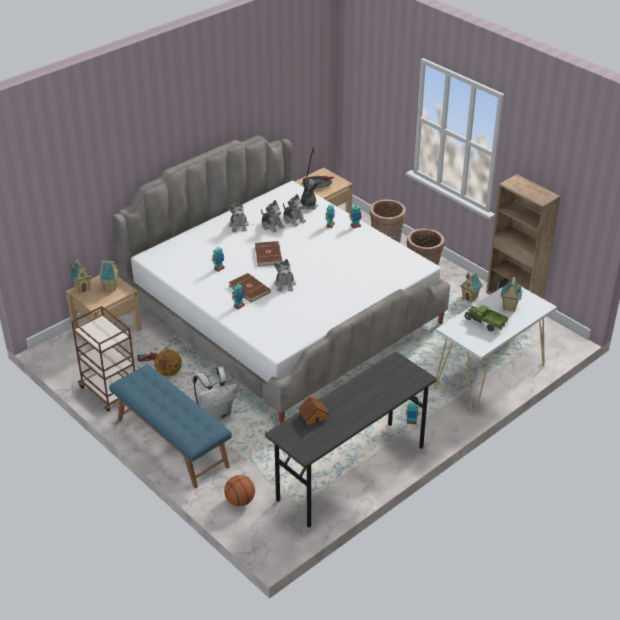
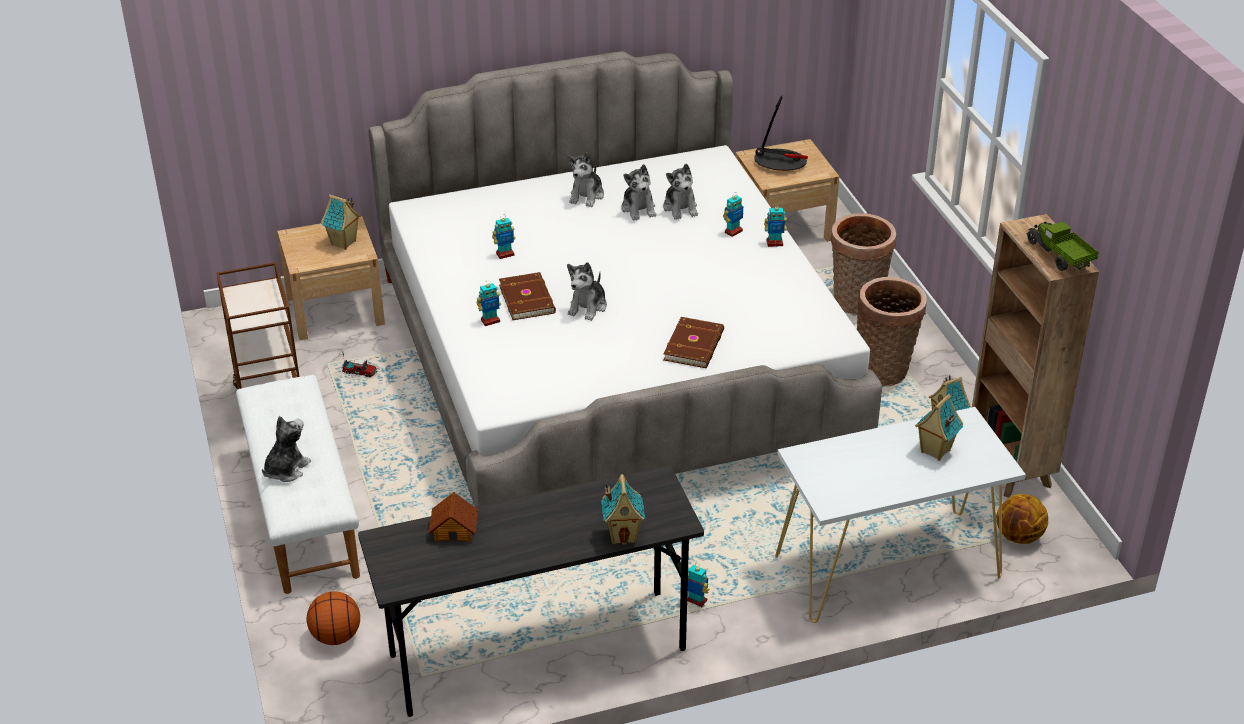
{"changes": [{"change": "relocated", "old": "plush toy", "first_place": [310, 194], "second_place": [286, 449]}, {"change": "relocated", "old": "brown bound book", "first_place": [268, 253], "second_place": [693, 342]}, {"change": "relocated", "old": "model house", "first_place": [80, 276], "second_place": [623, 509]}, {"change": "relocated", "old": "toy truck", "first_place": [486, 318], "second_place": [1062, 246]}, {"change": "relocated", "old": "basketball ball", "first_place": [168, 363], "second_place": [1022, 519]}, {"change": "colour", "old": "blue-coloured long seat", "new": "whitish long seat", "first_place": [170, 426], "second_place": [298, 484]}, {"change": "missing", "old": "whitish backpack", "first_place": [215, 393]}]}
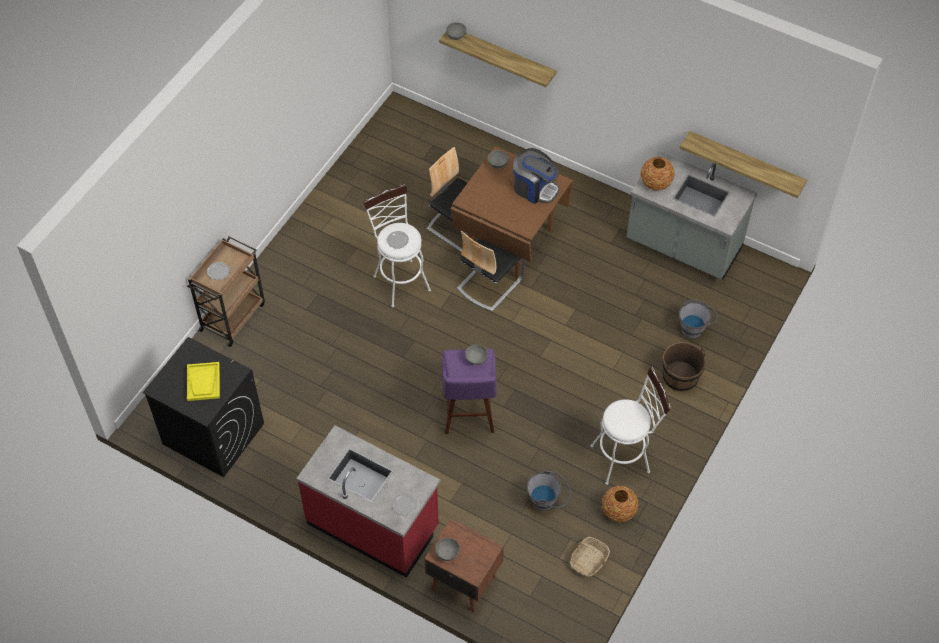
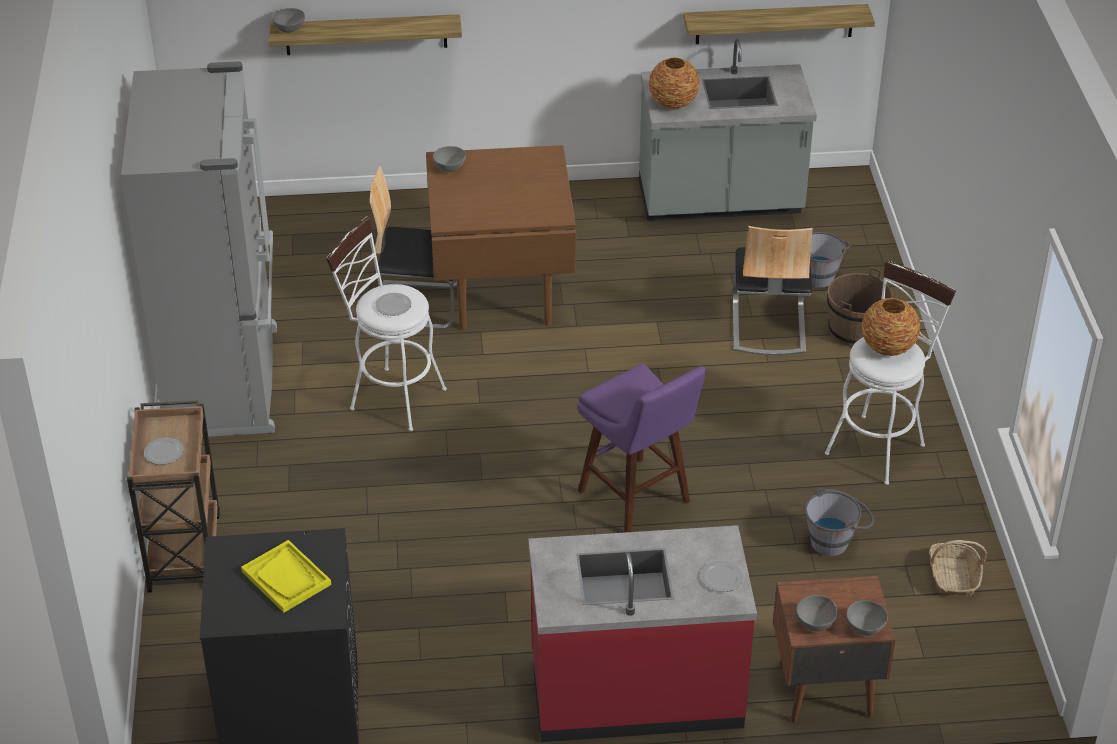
{"changes": [{"change": "missing", "old": "coffee brewer", "first_place": [536, 176]}, {"change": "relocated", "old": "plain chair", "first_place": [491, 271], "second_place": [773, 291]}, {"change": "relocated", "old": "grey serving bowl", "first_place": [476, 354], "second_place": [867, 618]}, {"change": "relocated", "old": "flower vase", "first_place": [620, 504], "second_place": [891, 327]}, {"change": "appeared", "new": "grey kitchen fridge", "second_place": [199, 249]}]}
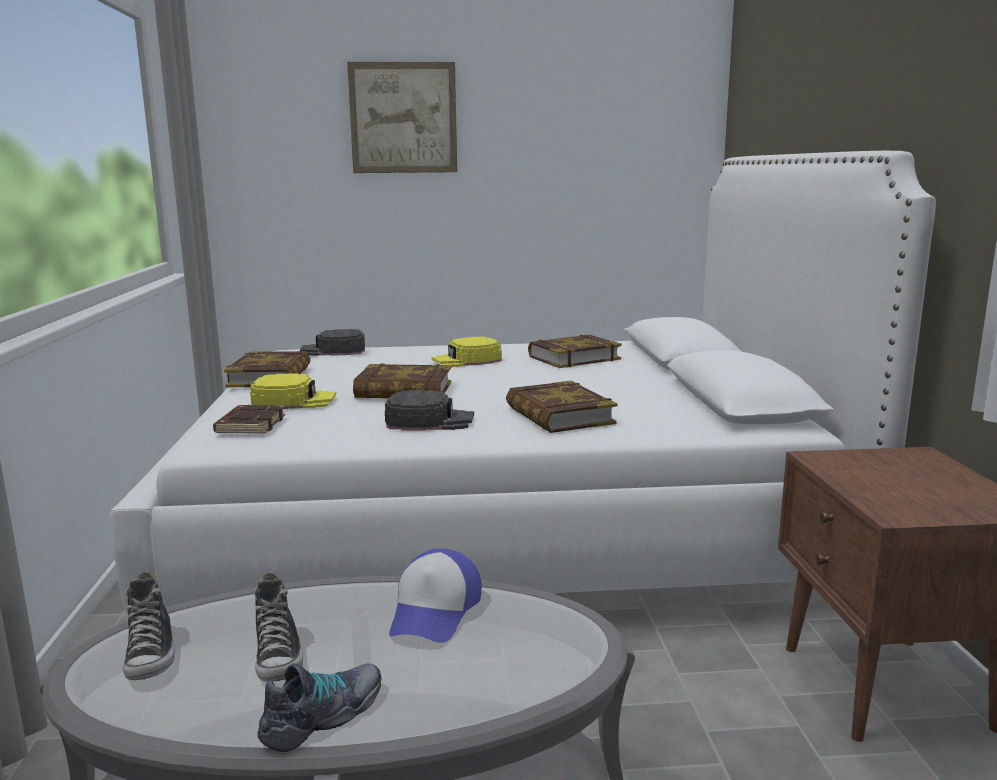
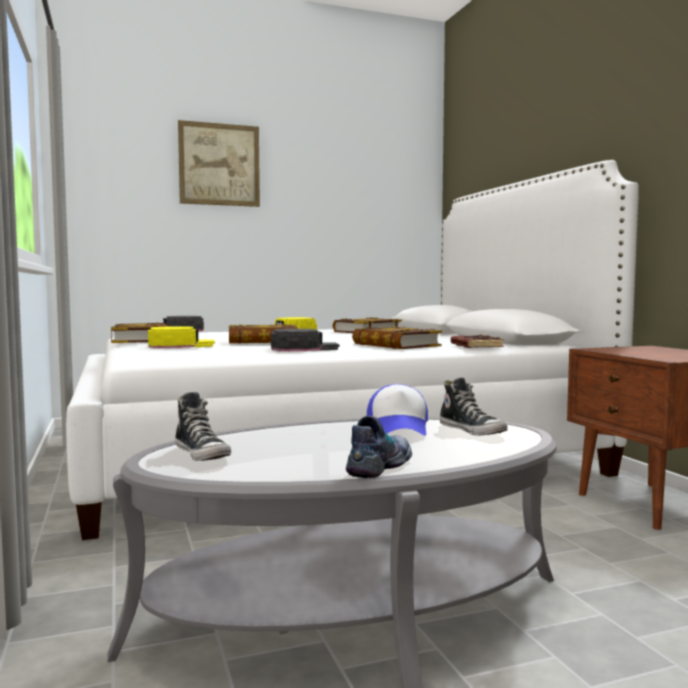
{"changes": [{"change": "relocated", "old": "brown bound book", "first_place": [249, 419], "second_place": [477, 341]}, {"change": "relocated", "old": "shoe", "first_place": [278, 627], "second_place": [474, 406]}]}
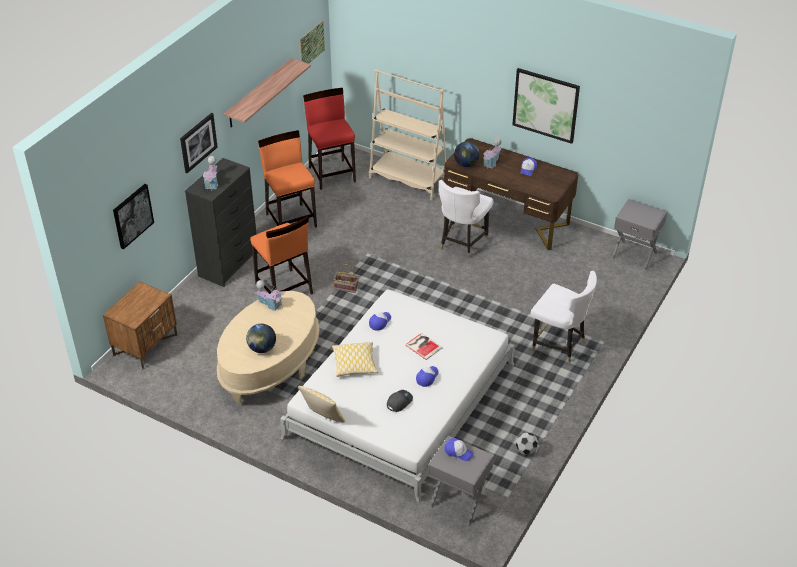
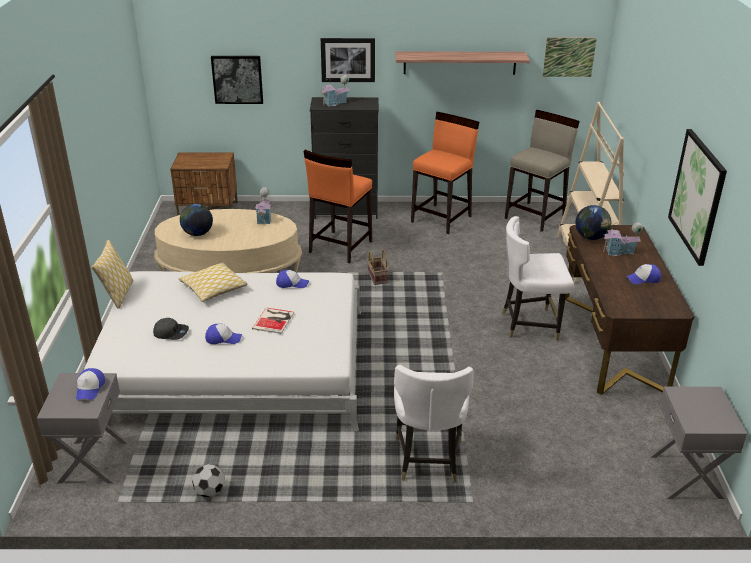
{"changes": [{"change": "colour", "old": "reddish sitting stool", "new": "sand-coloured sitting stool", "first_place": [329, 139], "second_place": [542, 171]}]}
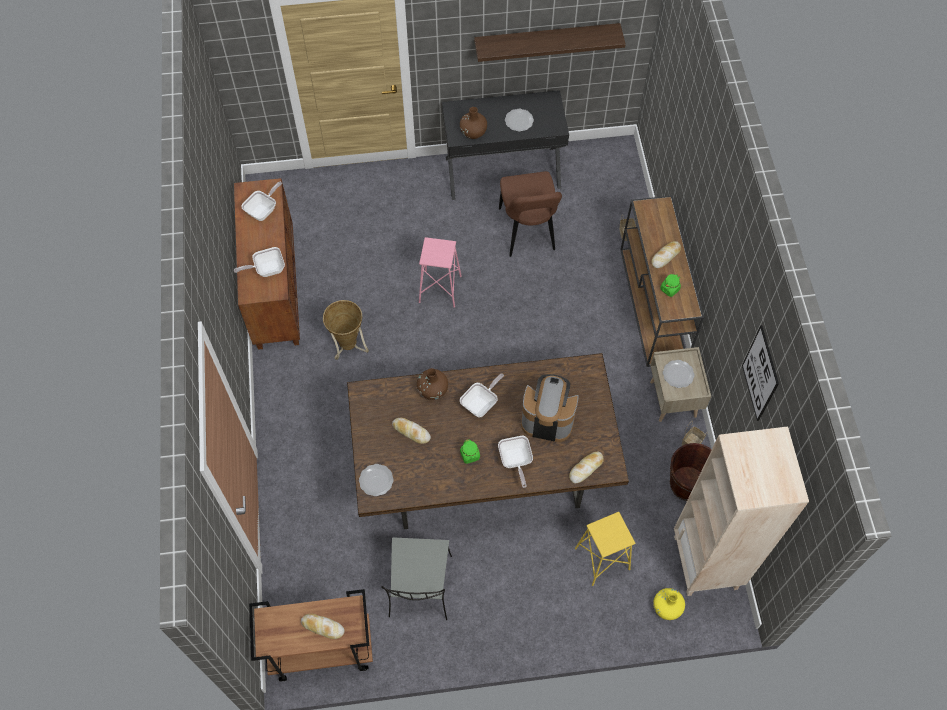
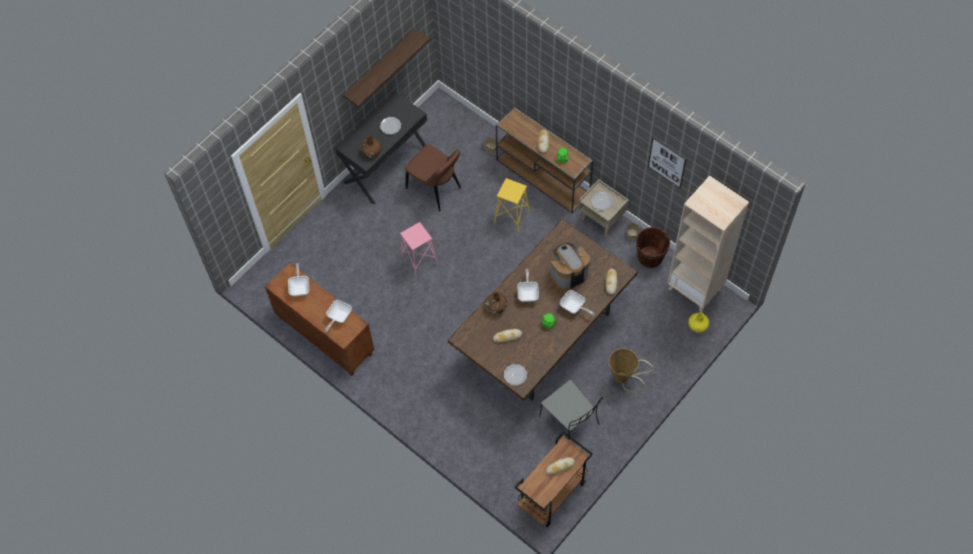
{"changes": [{"change": "relocated", "old": "storage basket", "first_place": [346, 330], "second_place": [631, 369]}, {"change": "relocated", "old": "yellow-coloured sitting stool", "first_place": [605, 549], "second_place": [512, 205]}]}
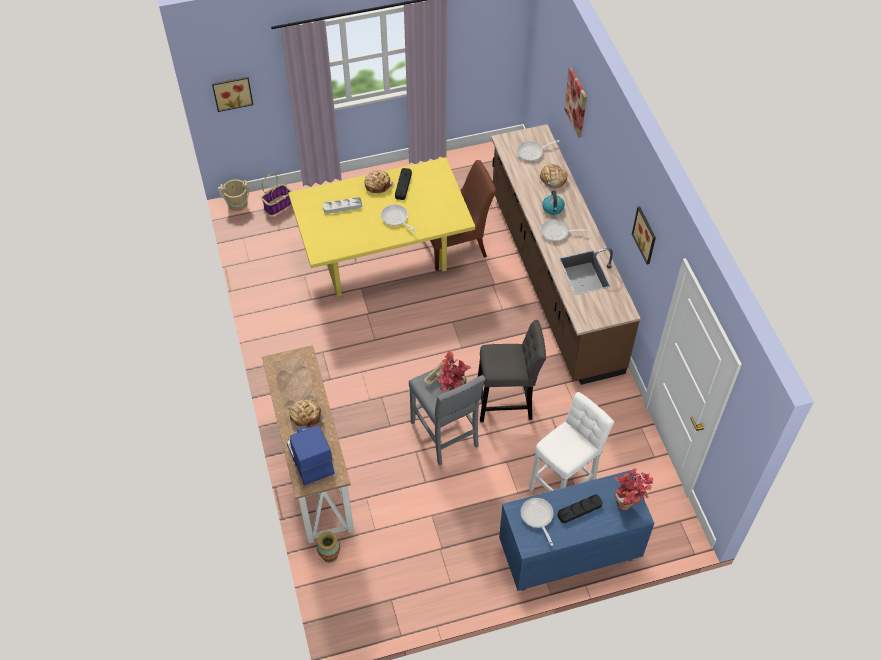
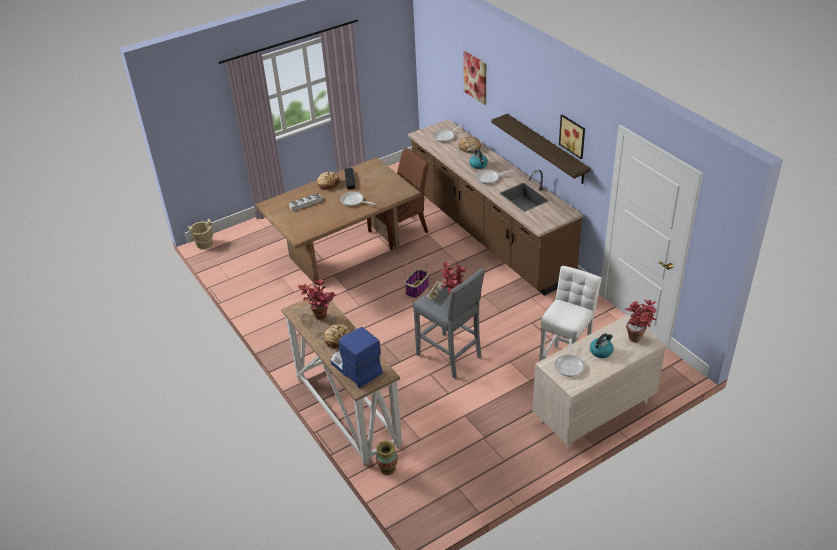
{"changes": [{"change": "missing", "old": "wall art", "first_place": [232, 94]}, {"change": "colour", "old": "yellow-coloured dining table", "new": "brown dining table", "first_place": [381, 227], "second_place": [338, 221]}, {"change": "relocated", "old": "storage basket", "first_place": [276, 194], "second_place": [416, 278]}, {"change": "missing", "old": "grey sitting stool", "first_place": [512, 371]}, {"change": "colour", "old": "blue-coloured drawer chest", "new": "sand-coloured drawer chest", "first_place": [577, 530], "second_place": [599, 382]}, {"change": "exchanged", "old": "black serving tray", "new": "tea kettle", "first_place": [580, 508], "second_place": [601, 346]}, {"change": "spun", "old": "frying pan", "first_place": [537, 522], "second_place": [570, 357], "degrees": -135}, {"change": "appeared", "new": "wall shelf", "second_place": [541, 149]}, {"change": "appeared", "new": "houseplant", "second_place": [317, 299]}]}
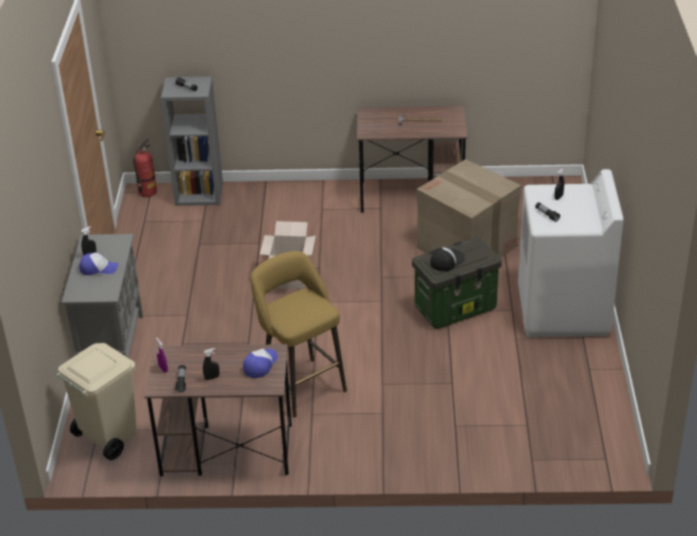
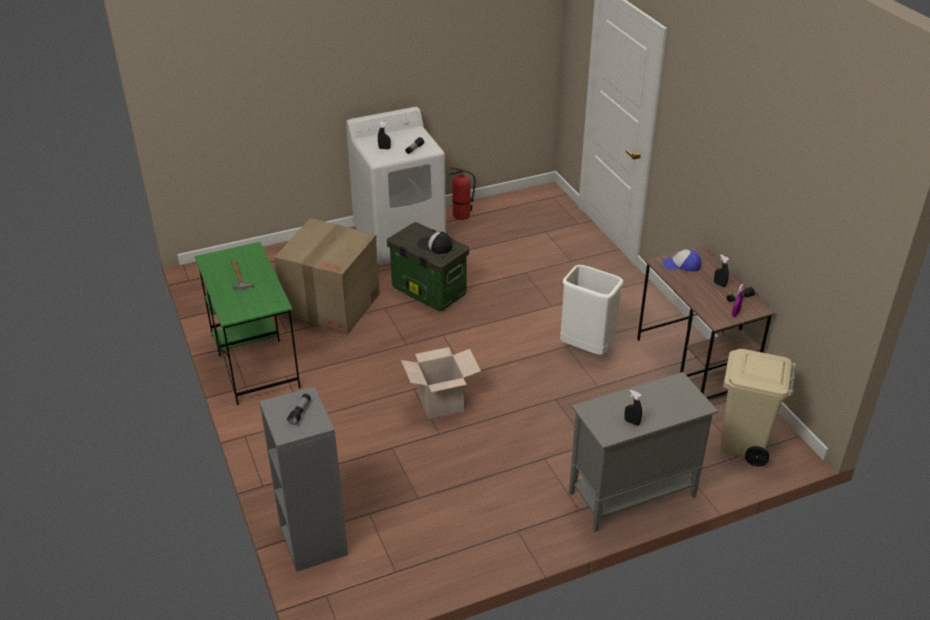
{"changes": [{"change": "colour", "old": "brown desk", "new": "greenish desk", "first_place": [412, 159], "second_place": [247, 323]}, {"change": "relocated", "old": "fire-fighting cylinder", "first_place": [145, 168], "second_place": [462, 194]}, {"change": "exchanged", "old": "yellow-coloured sitting stool", "new": "whitish waste bin", "first_place": [298, 334], "second_place": [591, 310]}, {"change": "missing", "old": "peaked cap", "first_place": [98, 264]}]}
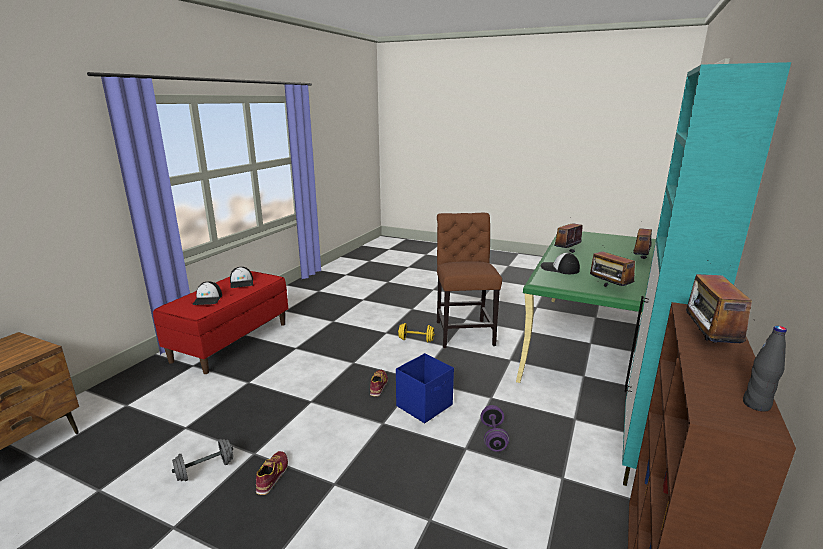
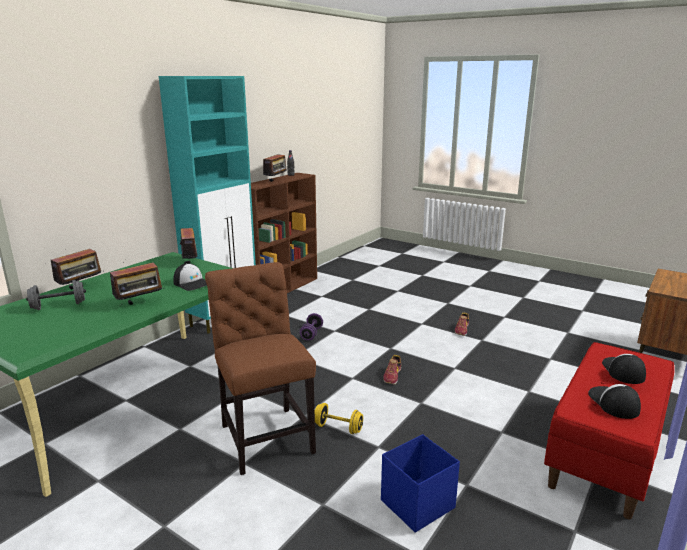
{"changes": [{"change": "spun", "old": "brown plain chair", "first_place": [469, 280], "second_place": [260, 368], "degrees": 150}, {"change": "relocated", "old": "blue-coloured storage bin", "first_place": [425, 388], "second_place": [420, 483]}, {"change": "relocated", "old": "grey free weight", "first_place": [202, 460], "second_place": [56, 295]}]}
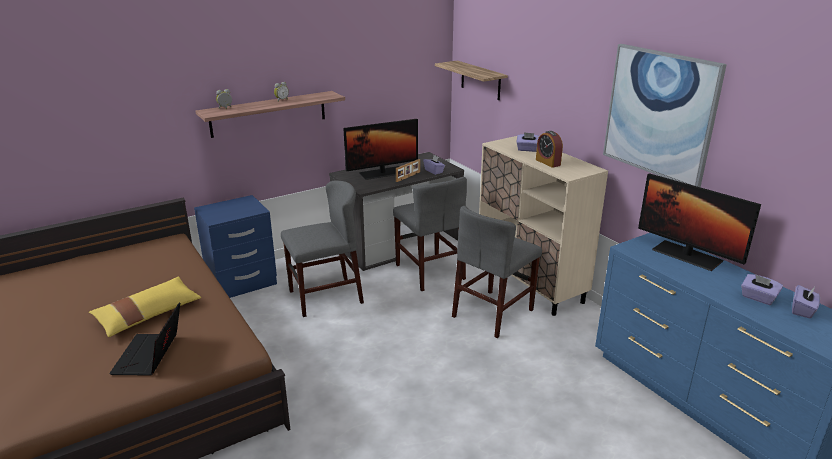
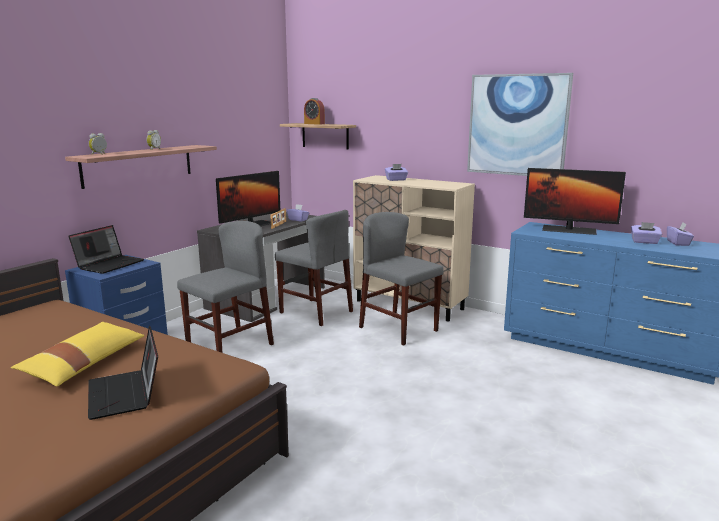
{"changes": [{"change": "relocated", "old": "alarm clock", "first_place": [549, 149], "second_place": [314, 111]}, {"change": "spun", "old": "grey plain chair", "first_place": [497, 272], "second_place": [401, 279], "degrees": 120}, {"change": "appeared", "new": "notebook computer", "second_place": [106, 249]}]}
